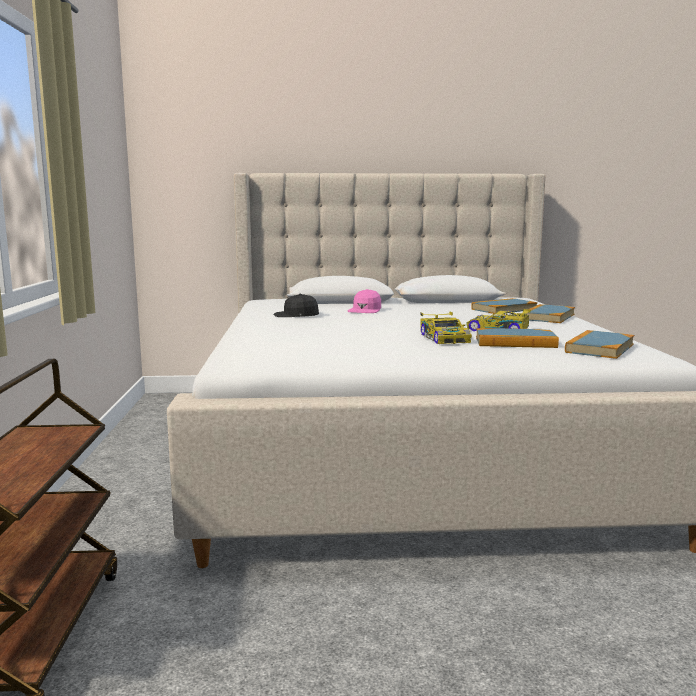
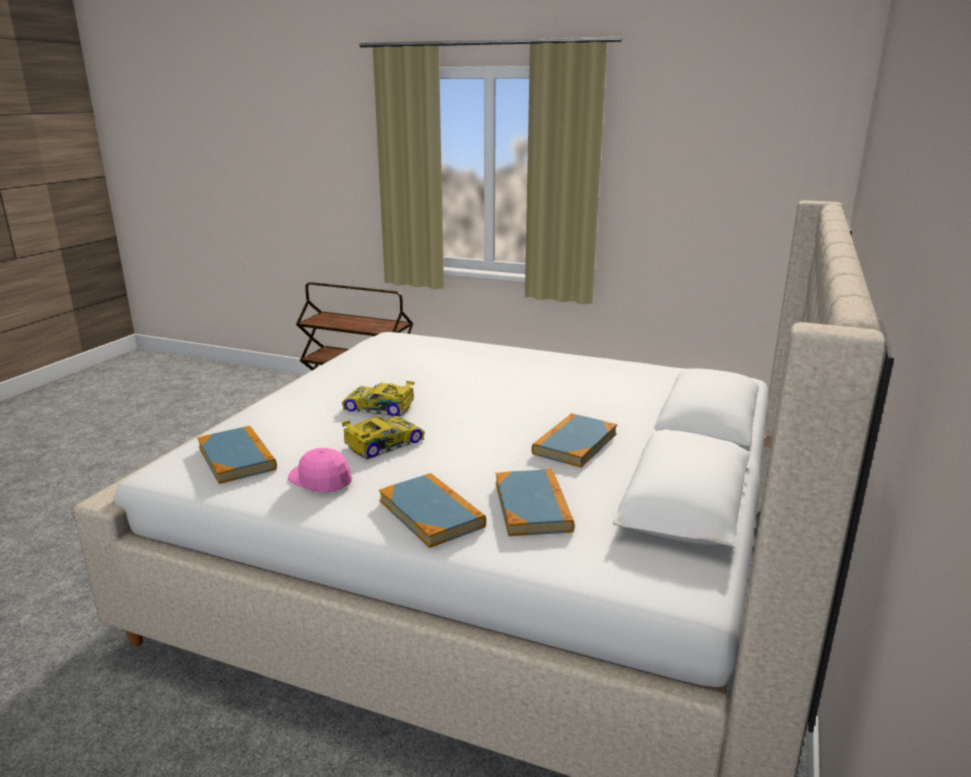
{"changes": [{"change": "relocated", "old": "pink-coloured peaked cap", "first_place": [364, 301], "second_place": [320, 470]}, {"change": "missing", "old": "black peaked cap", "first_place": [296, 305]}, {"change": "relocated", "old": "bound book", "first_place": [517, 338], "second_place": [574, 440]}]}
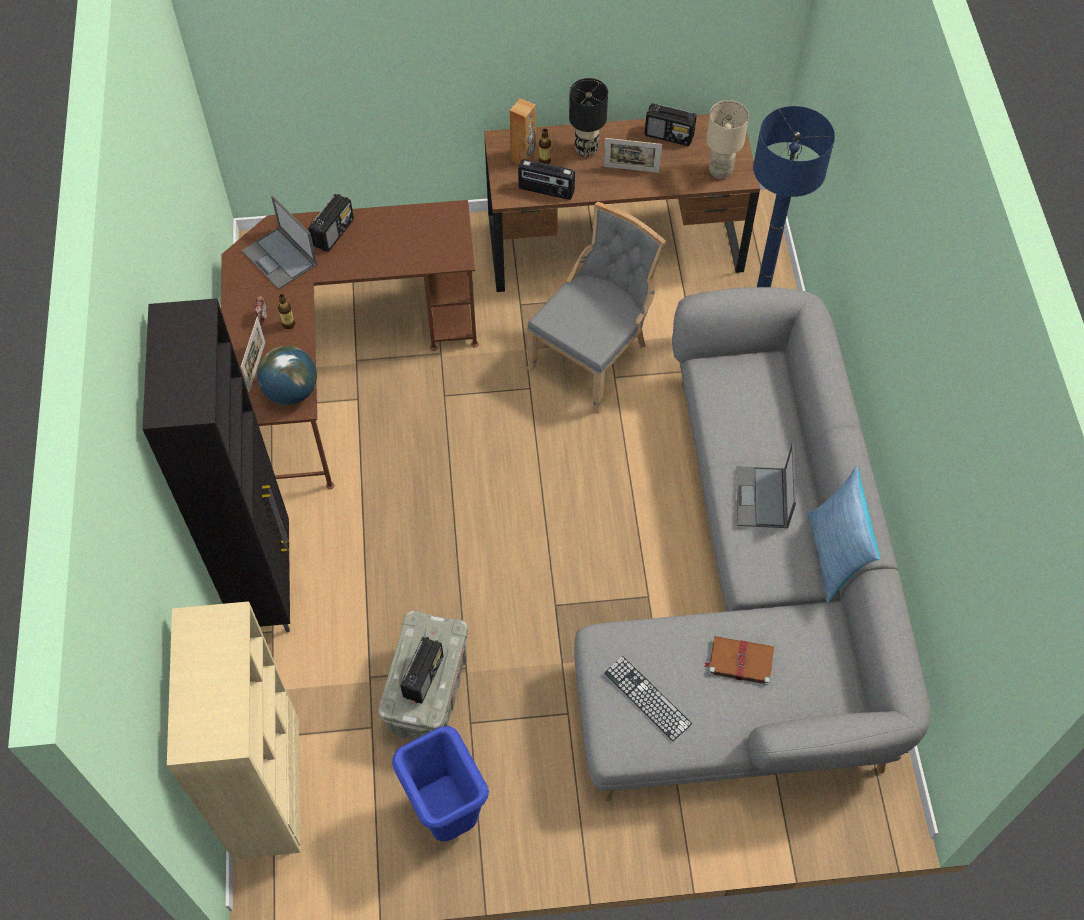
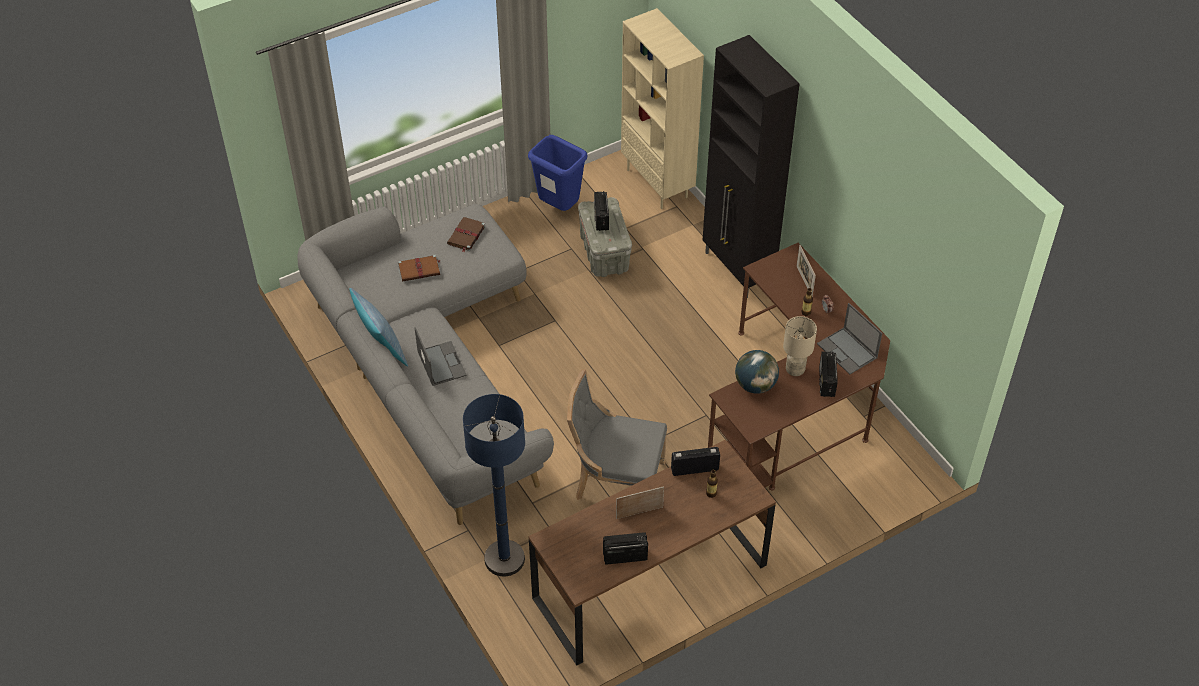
{"changes": [{"change": "missing", "old": "black table lamp", "first_place": [588, 117]}, {"change": "missing", "old": "brown loudspeaker", "first_place": [523, 131]}, {"change": "relocated", "old": "sand-coloured table lamp", "first_place": [727, 139], "second_place": [800, 346]}, {"change": "spun", "old": "notebook computer", "first_place": [279, 242], "second_place": [849, 338], "degrees": -150}, {"change": "spun", "old": "grey plain chair", "first_place": [596, 307], "second_place": [617, 434], "degrees": 90}, {"change": "relocated", "old": "desk globe", "first_place": [287, 375], "second_place": [757, 372]}, {"change": "exchanged", "old": "keyboard", "new": "brown bound book", "first_place": [648, 698], "second_place": [466, 234]}]}
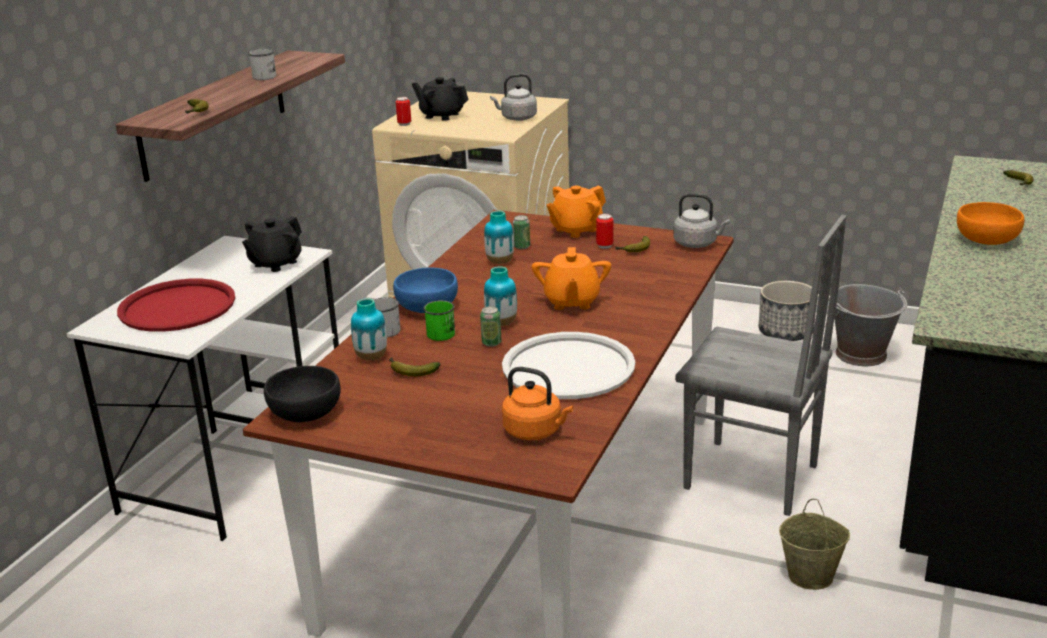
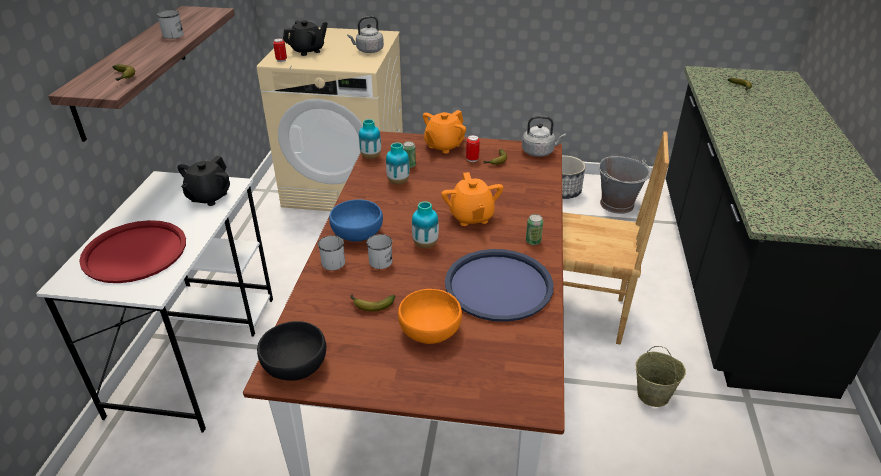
{"changes": [{"change": "spun", "old": "black teapot", "first_place": [440, 99], "second_place": [305, 38], "degrees": 135}, {"change": "relocated", "old": "orange serving bowl", "first_place": [990, 223], "second_place": [430, 316]}, {"change": "colour", "old": "grey plain chair", "new": "brown plain chair", "first_place": [760, 365], "second_place": [616, 238]}, {"change": "relocated", "old": "flower vase", "first_place": [369, 329], "second_place": [370, 139]}, {"change": "colour", "old": "greenish coffee mug", "new": "whitish coffee mug", "first_place": [439, 320], "second_place": [379, 251]}, {"change": "relocated", "old": "sealed can", "first_place": [491, 326], "second_place": [534, 229]}, {"change": "colour", "old": "whitish serving tray", "new": "blue-coloured serving tray", "first_place": [568, 365], "second_place": [499, 285]}, {"change": "missing", "old": "orange tea kettle", "first_place": [537, 403]}]}
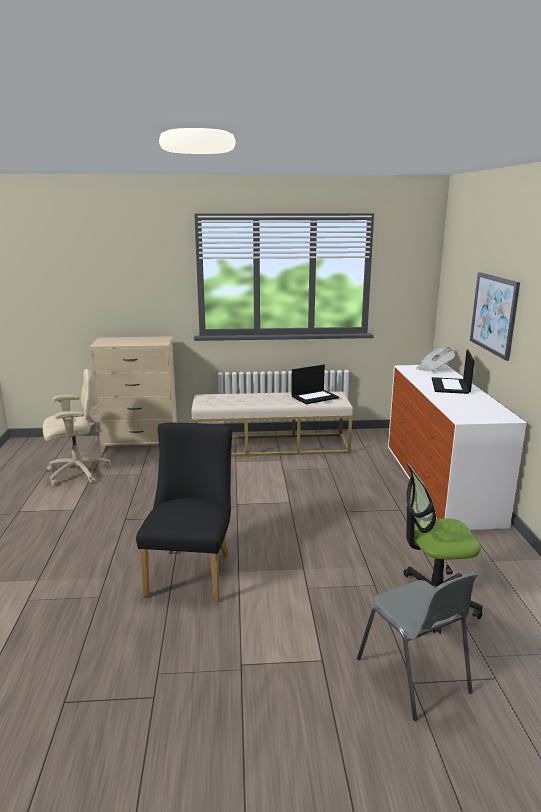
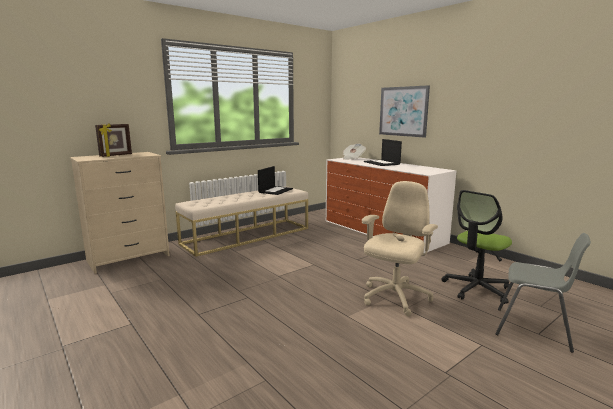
{"changes": [{"change": "relocated", "old": "sand-coloured computer chair", "first_place": [77, 427], "second_place": [400, 248]}, {"change": "missing", "old": "black plain chair", "first_place": [184, 512]}, {"change": "appeared", "new": "photo frame", "second_place": [113, 140]}]}
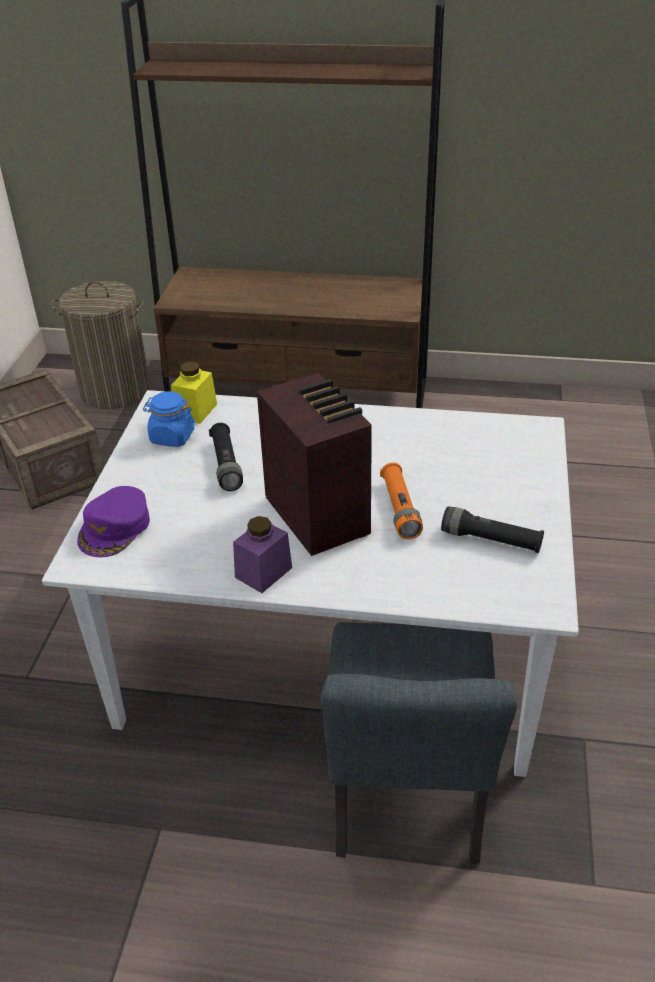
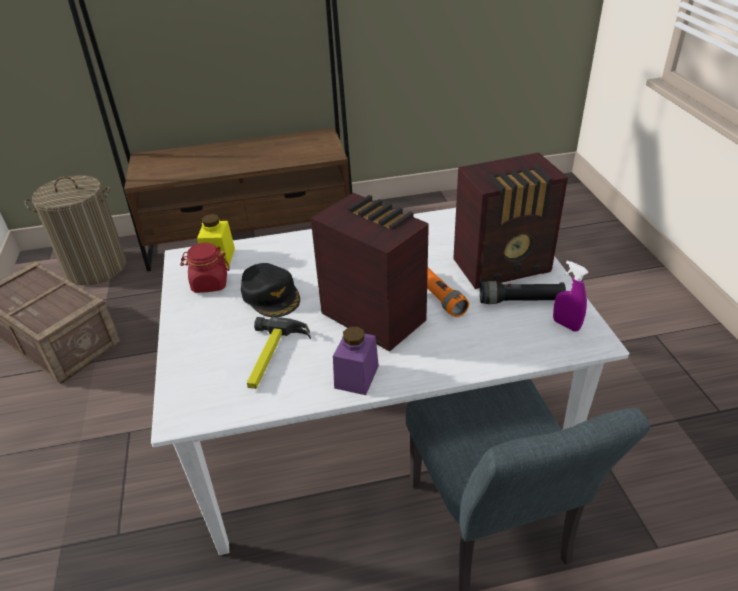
{"changes": [{"change": "colour", "old": "blue-coloured jar", "new": "reddish jar", "first_place": [169, 419], "second_place": [205, 268]}, {"change": "exchanged", "old": "black torch", "new": "black peaked cap", "first_place": [226, 457], "second_place": [270, 290]}, {"change": "missing", "old": "purple-coloured peaked cap", "first_place": [113, 521]}, {"change": "appeared", "new": "radio receiver", "second_place": [510, 220]}, {"change": "appeared", "new": "purple-coloured spray bottle", "second_place": [571, 296]}, {"change": "appeared", "new": "hand hammer", "second_place": [279, 353]}]}
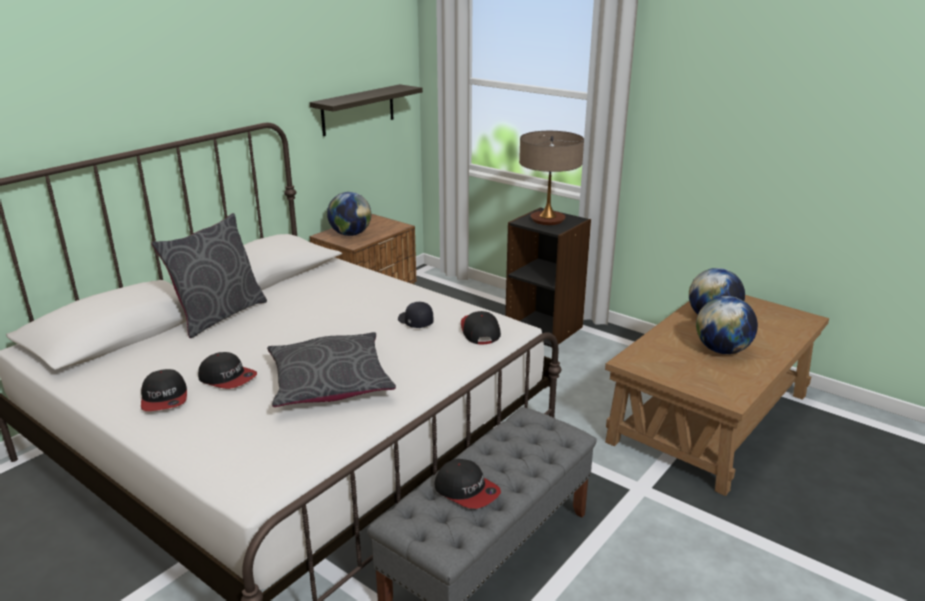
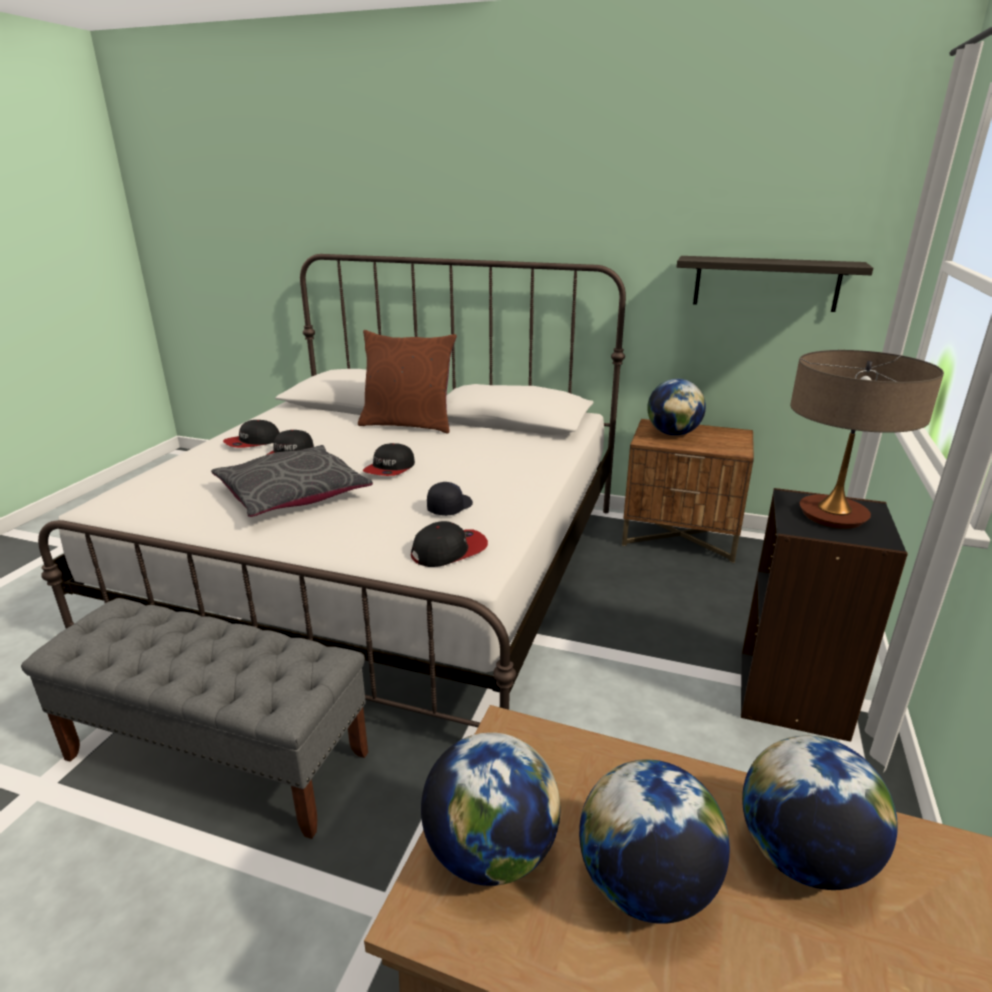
{"changes": [{"change": "colour", "old": "grey cushion", "new": "brown cushion", "first_place": [209, 275], "second_place": [407, 382]}, {"change": "relocated", "old": "peaked cap", "first_place": [467, 484], "second_place": [389, 459]}, {"change": "appeared", "new": "desk globe", "second_place": [490, 809]}]}
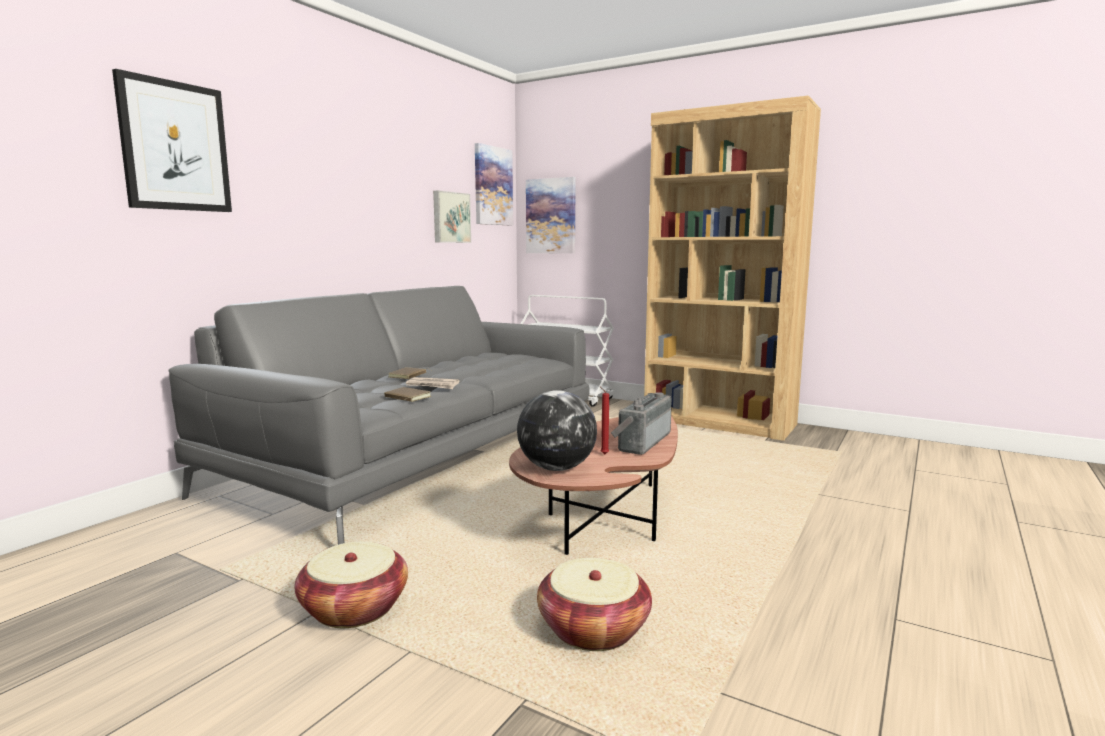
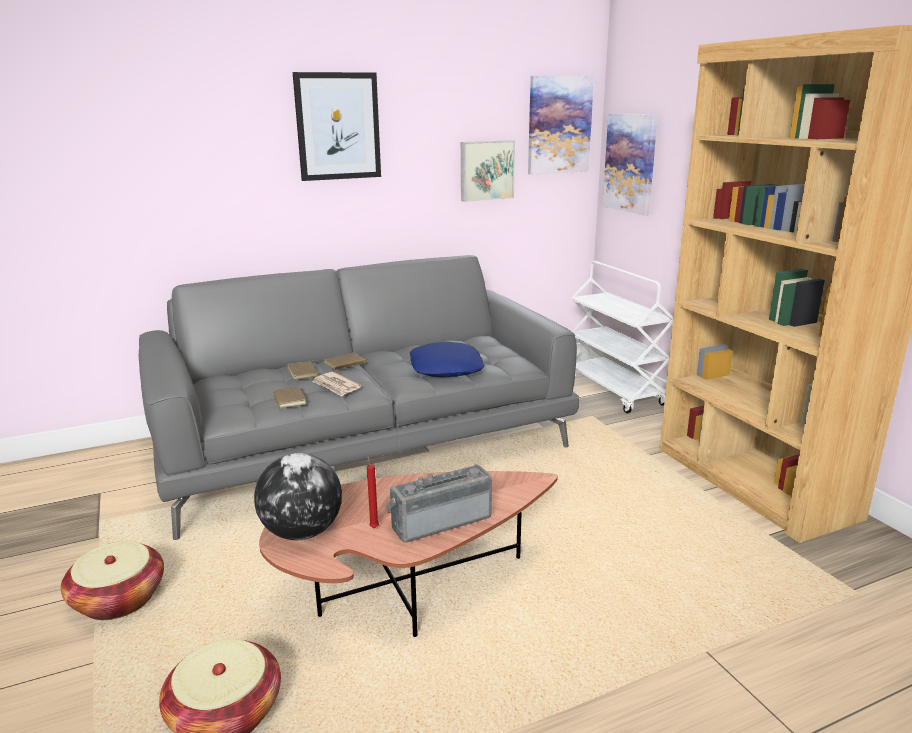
{"changes": [{"change": "relocated", "old": "wall art", "first_place": [172, 140], "second_place": [337, 126]}, {"change": "appeared", "new": "blue-coloured cushion", "second_place": [447, 359]}, {"change": "appeared", "new": "brown bound book", "second_place": [302, 370]}]}
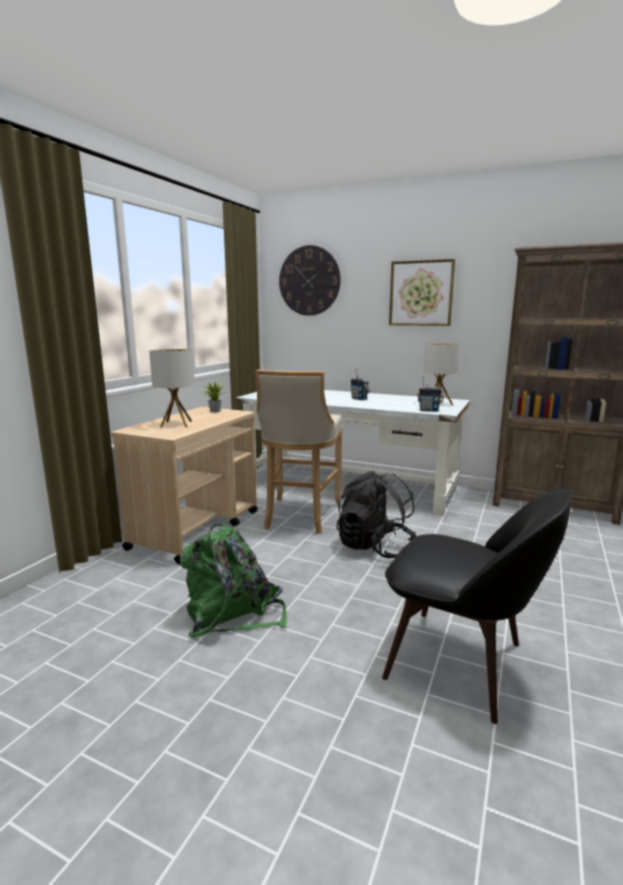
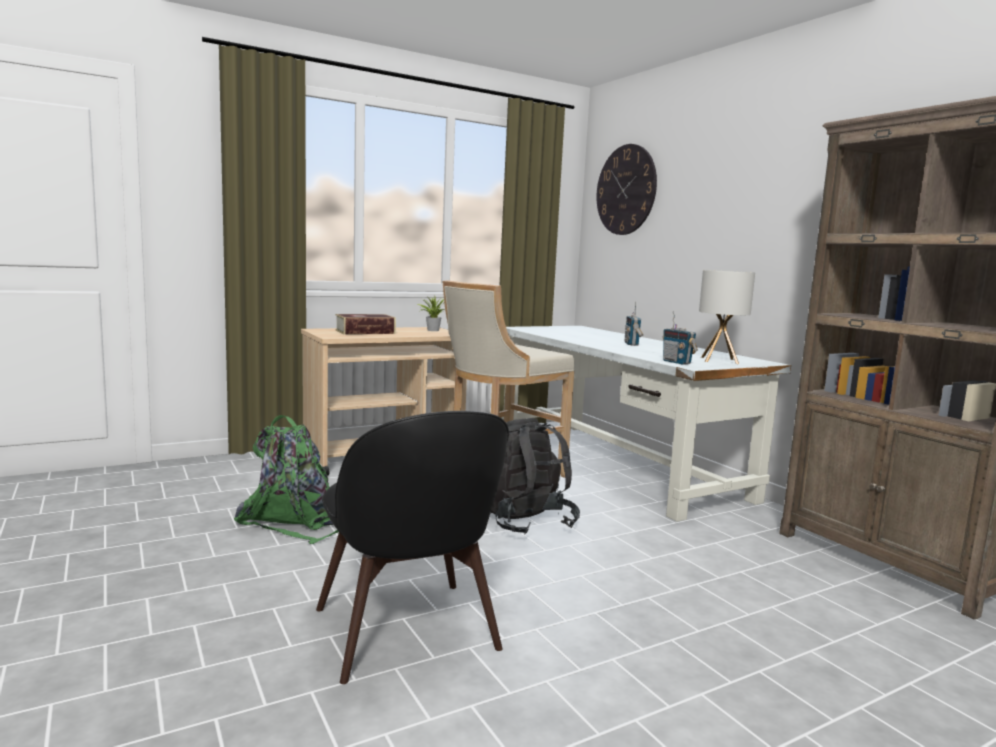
{"changes": [{"change": "missing", "old": "wall art", "first_place": [422, 292]}, {"change": "exchanged", "old": "table lamp", "new": "bound book", "first_place": [172, 388], "second_place": [365, 324]}]}
